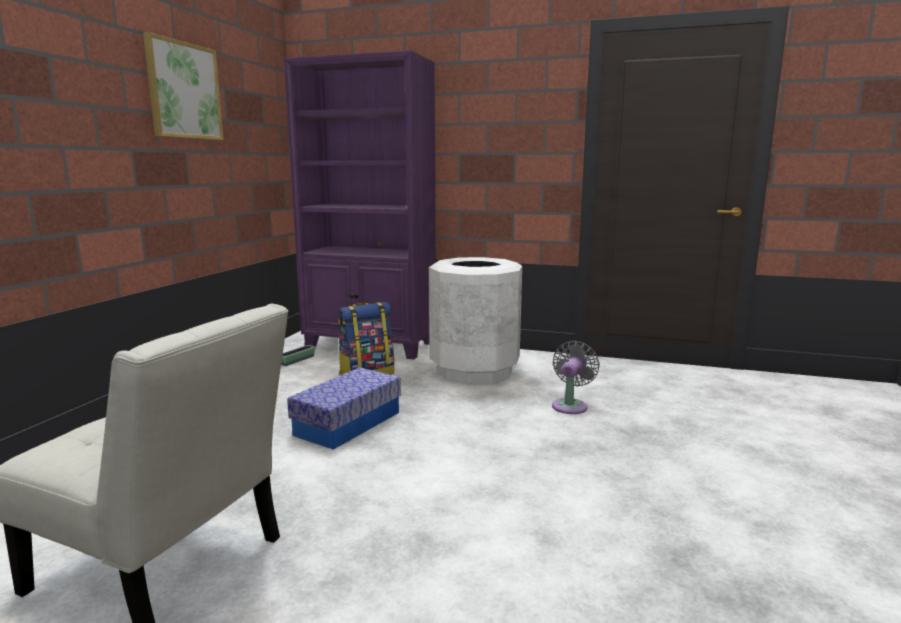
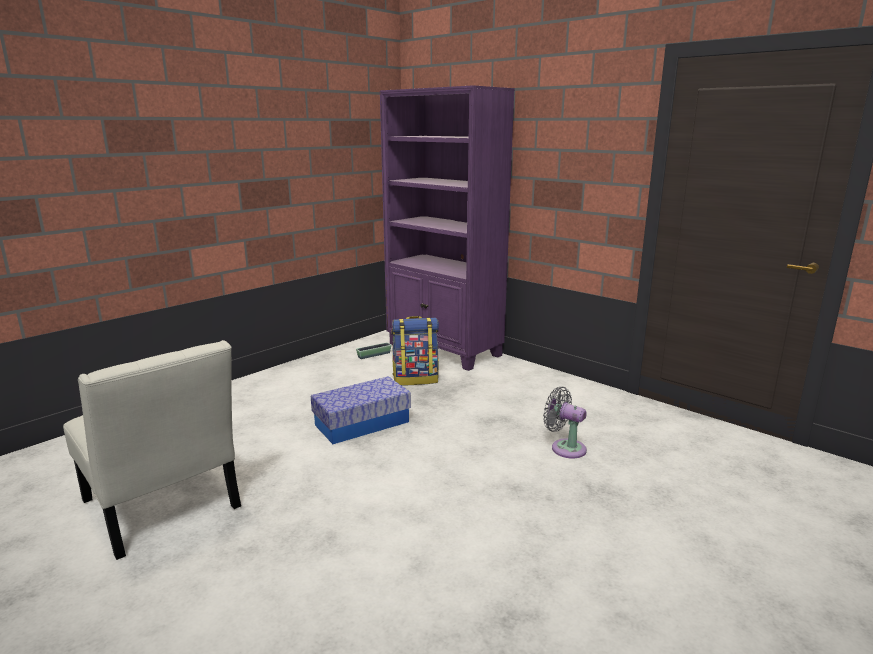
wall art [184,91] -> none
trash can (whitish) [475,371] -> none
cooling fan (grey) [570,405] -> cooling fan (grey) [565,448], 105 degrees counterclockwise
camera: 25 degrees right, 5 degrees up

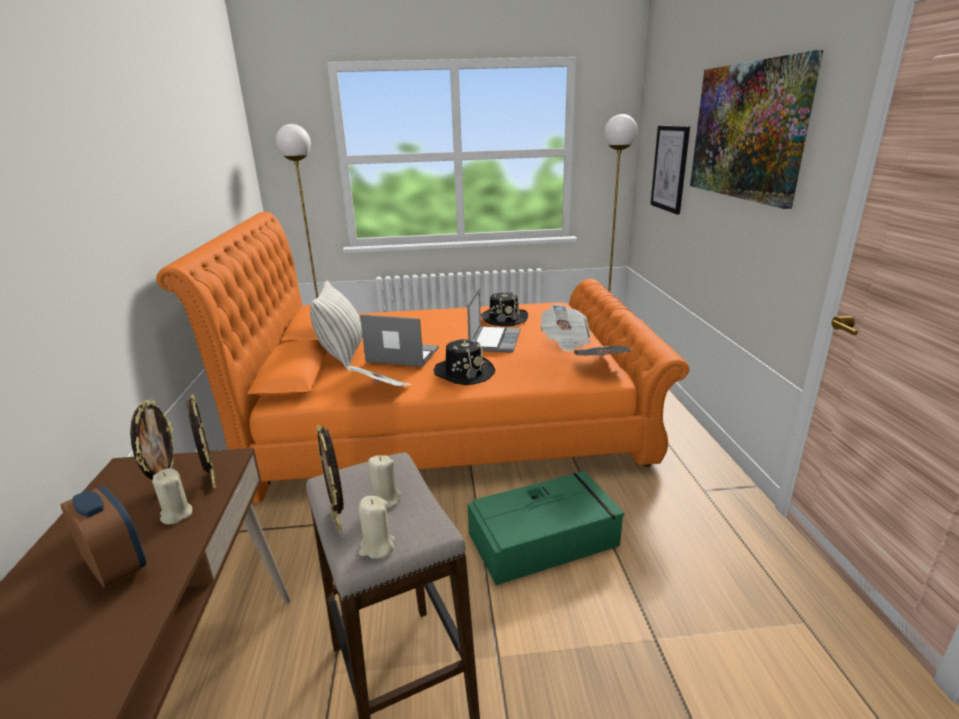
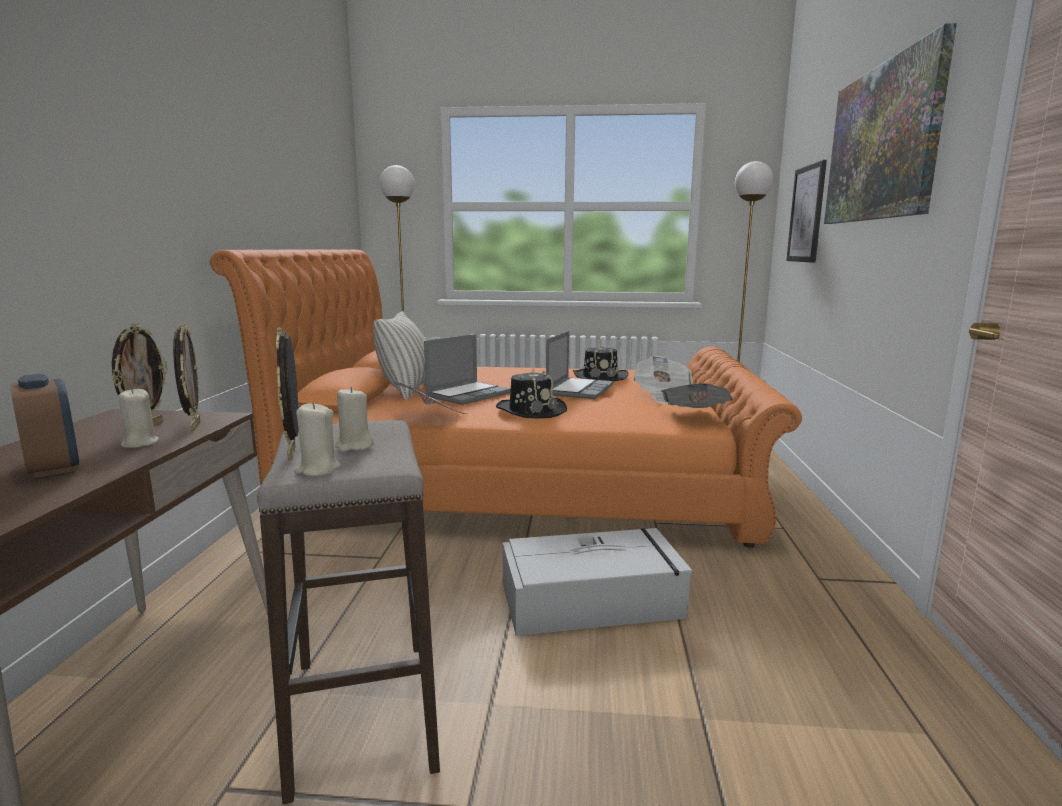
storage box (green) [545,538] -> storage box (grey) [593,600]
laptop [401,356] -> laptop [468,394], 105 degrees clockwise
camera: 10 degrees right, 10 degrees down

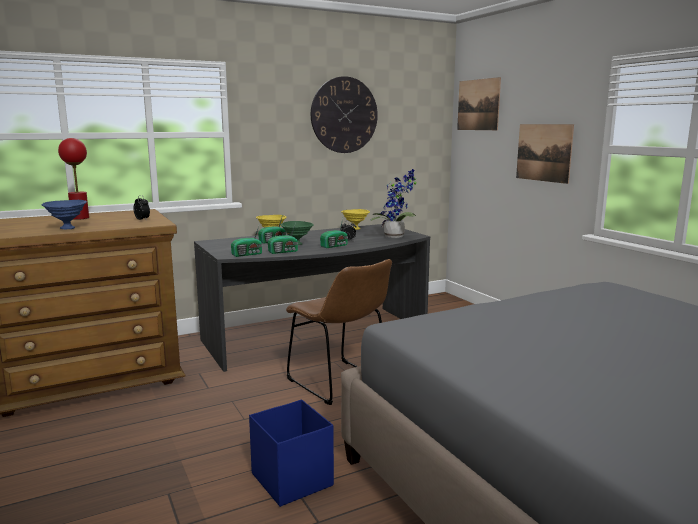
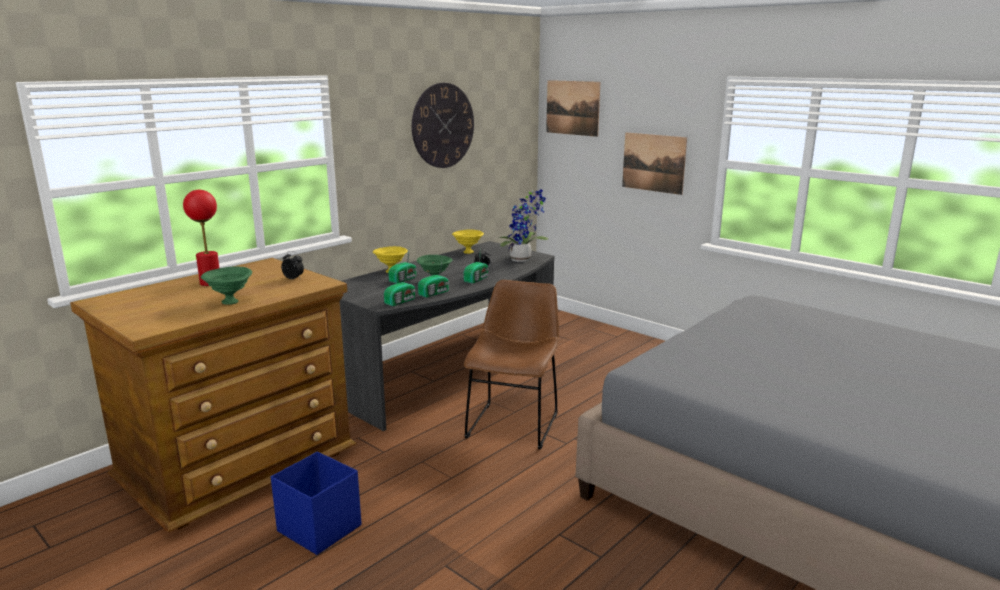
storage box (blue) [292,479] -> storage box (blue) [319,528], relocated
deep dish (blue) [68,228] -> deep dish (green) [231,302]
upright chair (brownish) [340,383] -> upright chair (brownish) [514,423], 105 degrees counterclockwise
camera: 20 degrees left, 5 degrees up

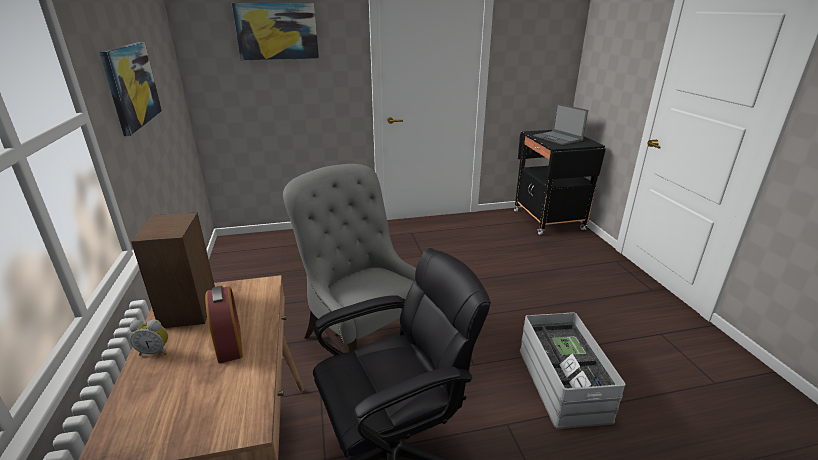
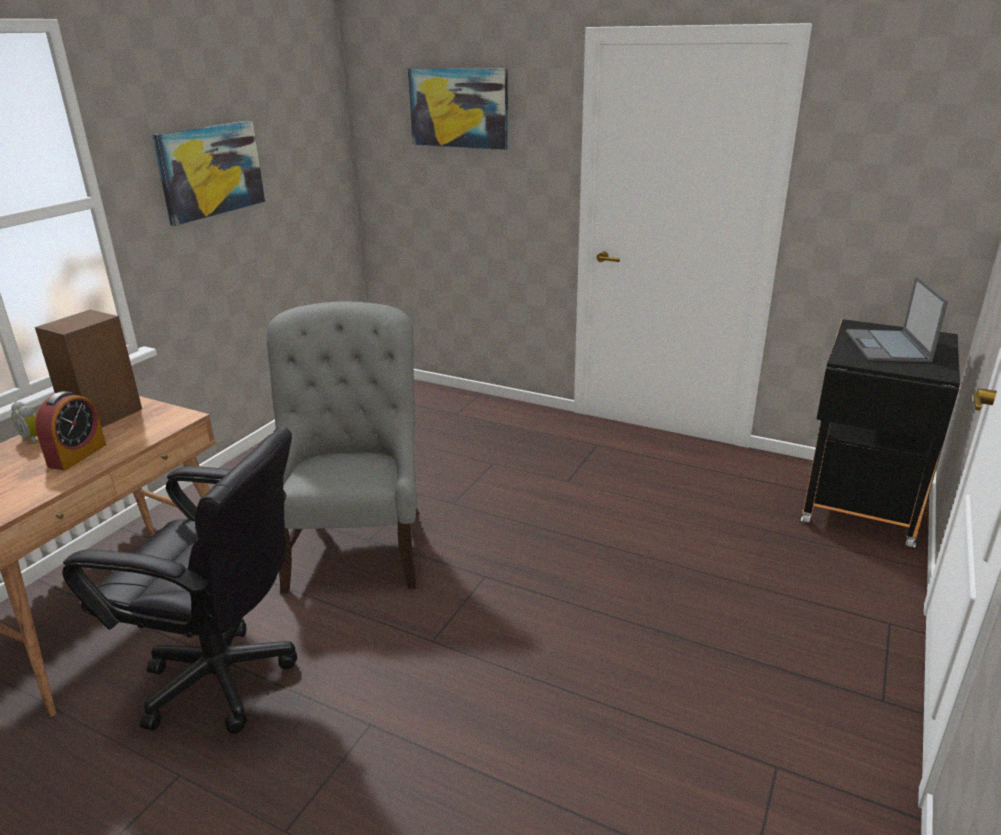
storage box (grey) [564,383] -> none
camera: 40 degrees right, 0 degrees up

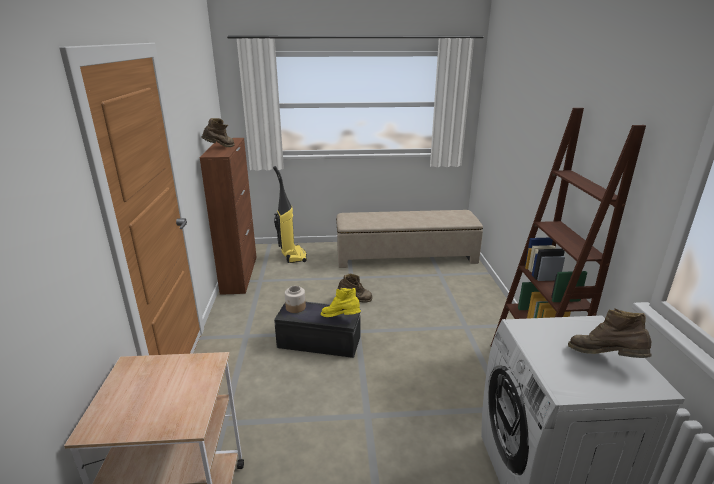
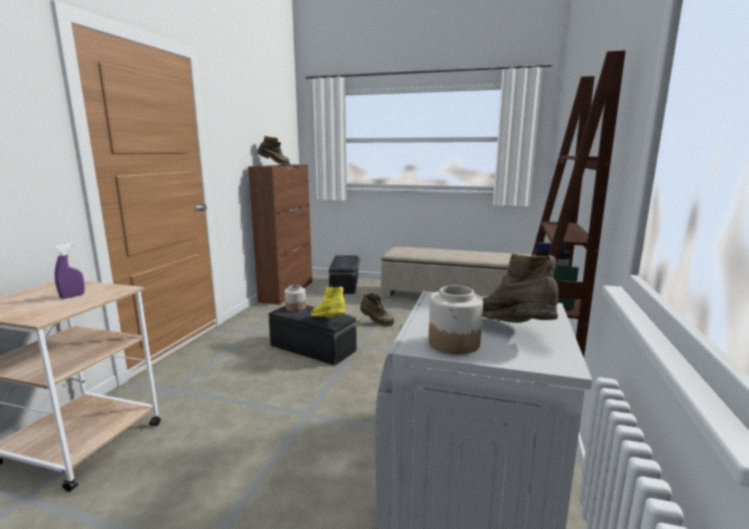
none -> hand sprayer (purple) [72,296]
none -> storage jar [454,343]
hoover [292,255] -> storage box (blackish) [345,285]
camera: 20 degrees right, 10 degrees down

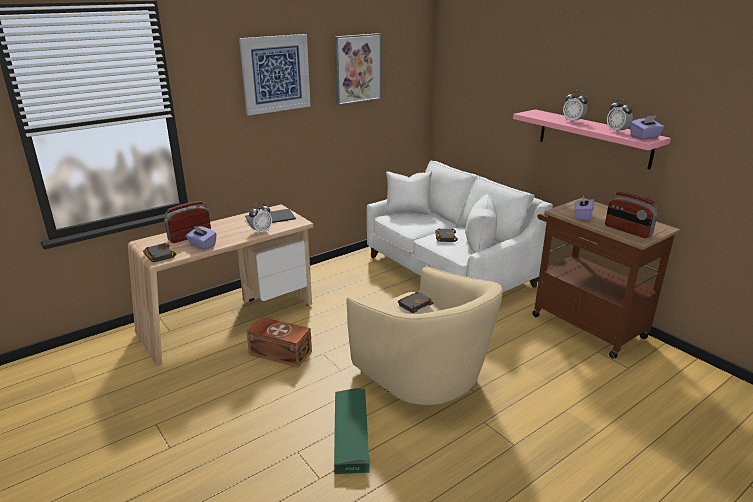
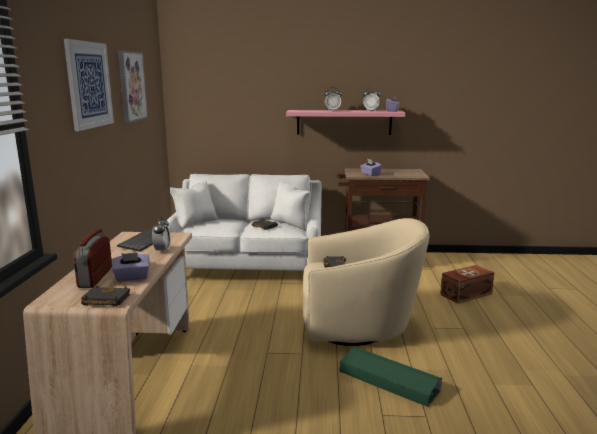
radio receiver [627,231] -> none
storage box (brownish) [280,352] -> storage box (brownish) [465,294], relocated
camera: 50 degrees left, 10 degrees down

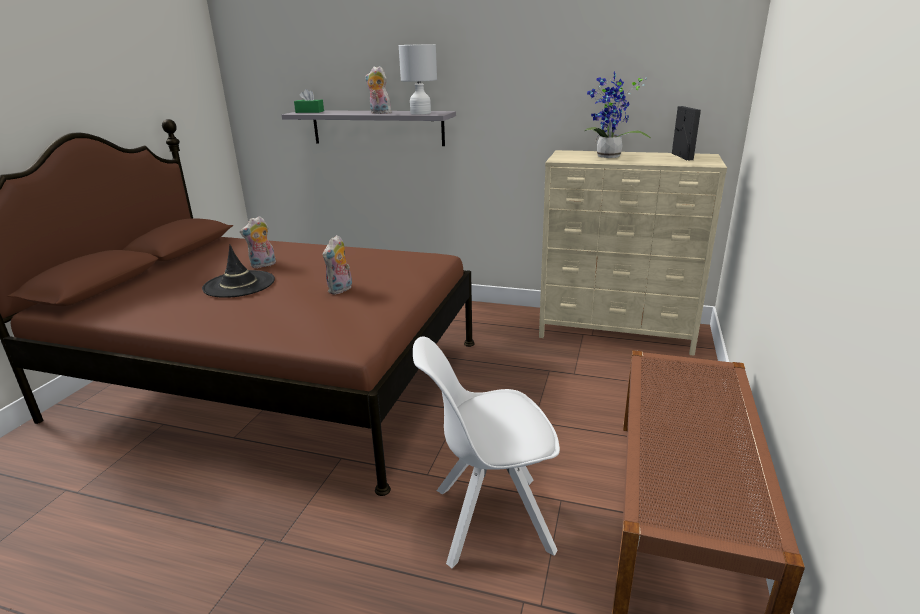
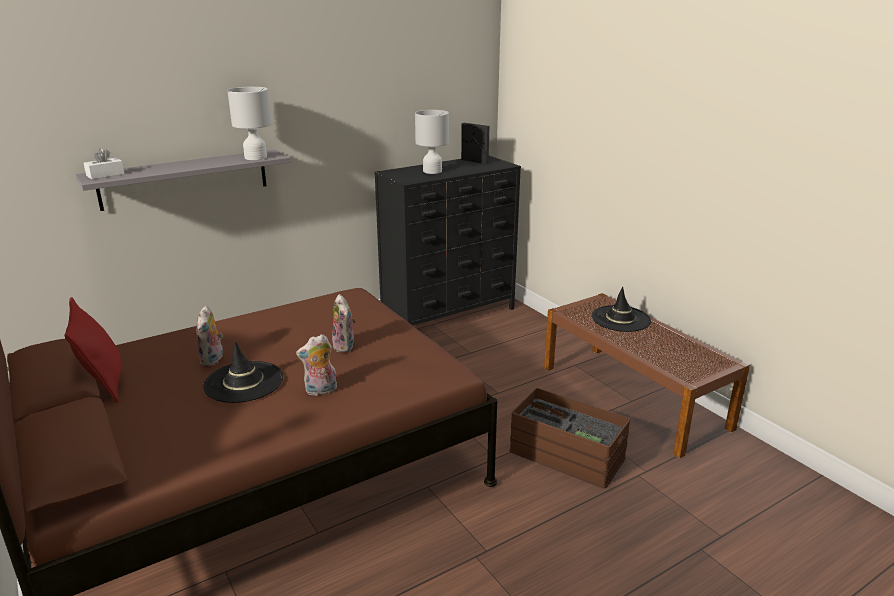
none -> cushion (red-coloured) [104,383]
none -> hat (blackish) [620,319]
cuddly toy [379,113] -> cuddly toy [320,391], relocated
upright chair (whitish) [490,519] -> storage box (brownish) [566,455]
houseplant [607,157] -> tabletop lamp (grey) [432,171]
tissue box (green) [309,112] -> tissue box (whitish) [105,175]
chest of drawers (sand-coloured) [616,331] -> chest of drawers (blackish) [448,313]
camera: 50 degrees left, 0 degrees up

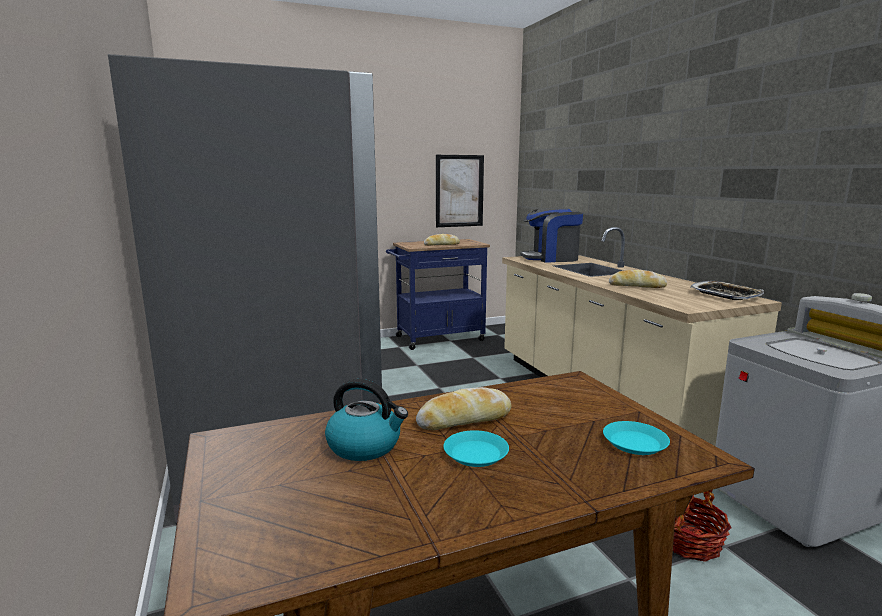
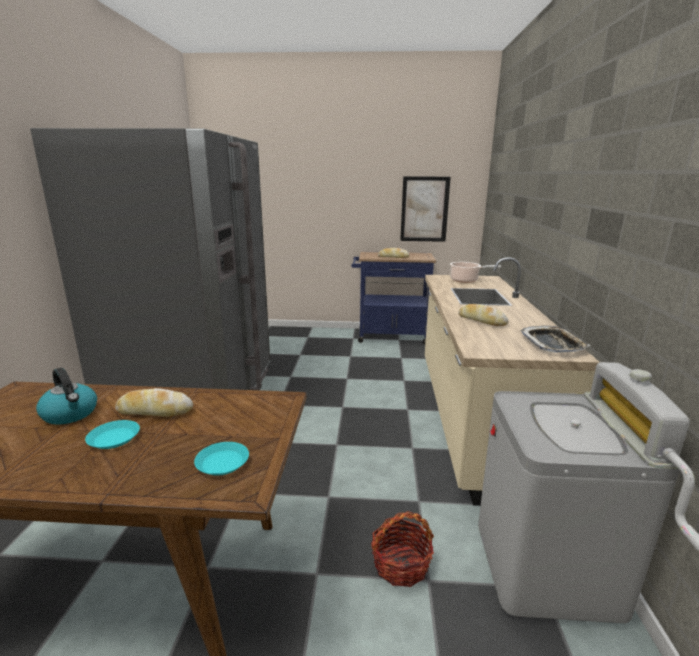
coffee maker [551,258] -> stockpot [466,280]
camera: 25 degrees right, 5 degrees up

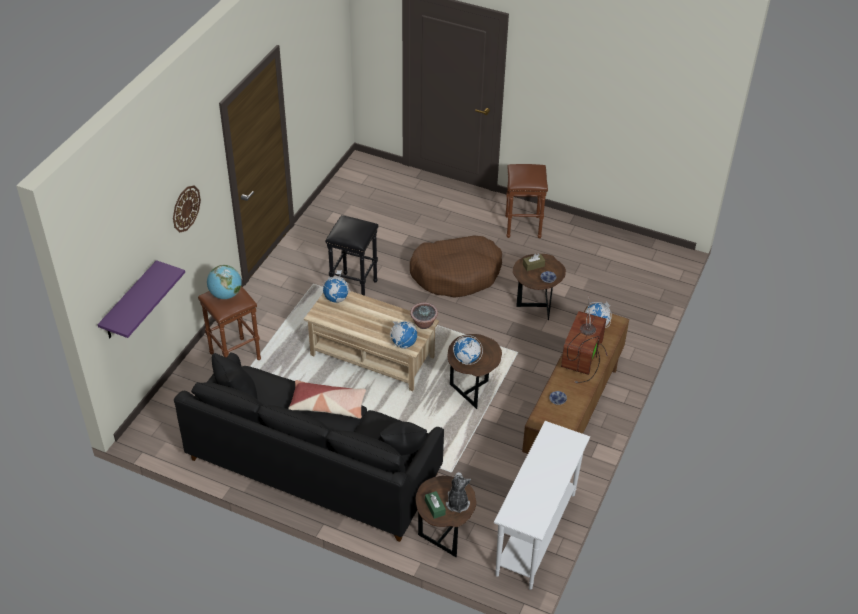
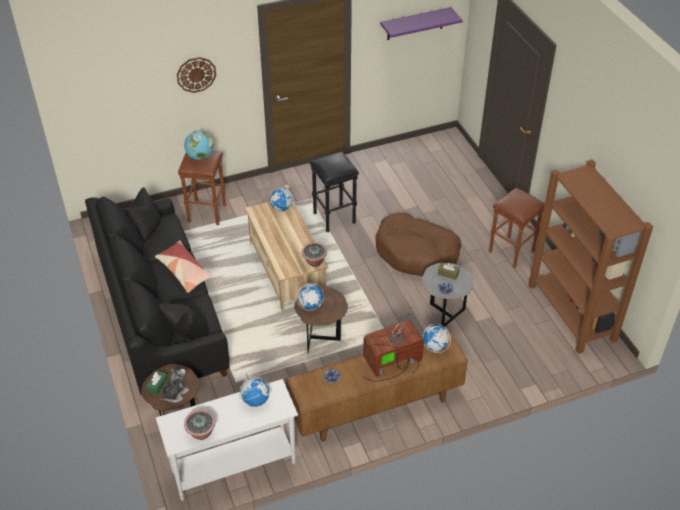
none -> houseplant [201,433]
none -> bookshelf (brownish) [571,312]
bracket shelf (purple) [129,301] -> bracket shelf (purple) [415,24], relocated
world globe [403,343] -> world globe [255,400], relocated
side table (brownish) [535,307] -> side table (grey) [443,314]
camera: 45 degrees right, 0 degrees up

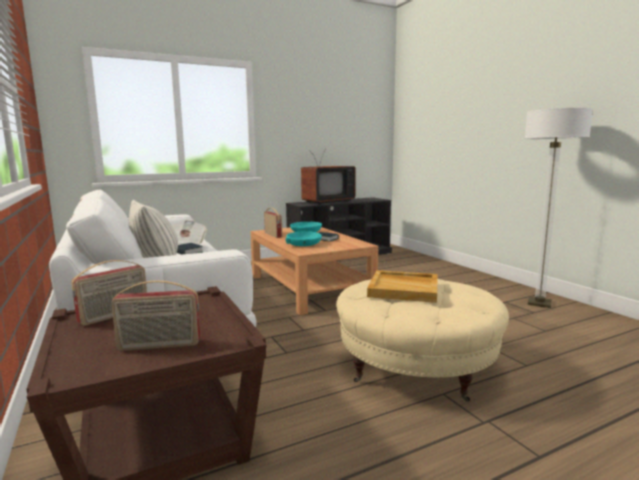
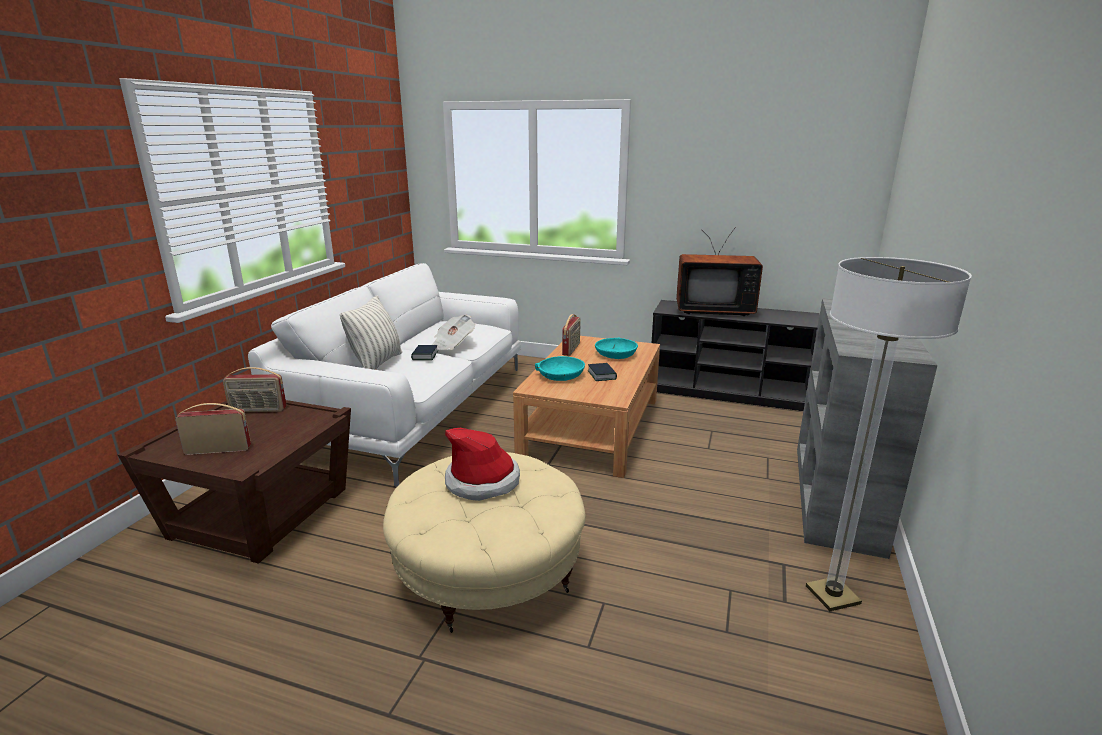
none -> bookshelf (grey) [838,496]
carrying tray (sand-coloured) [404,289] -> hat [483,481]
radio receiver [159,345] -> radio receiver [218,449], 135 degrees clockwise
camera: 45 degrees right, 10 degrees up

